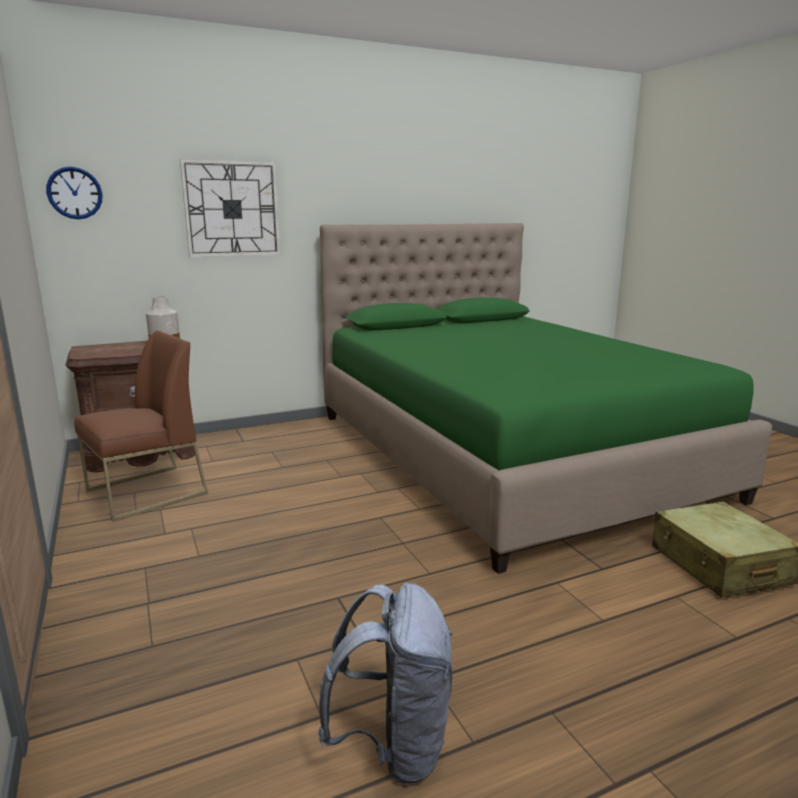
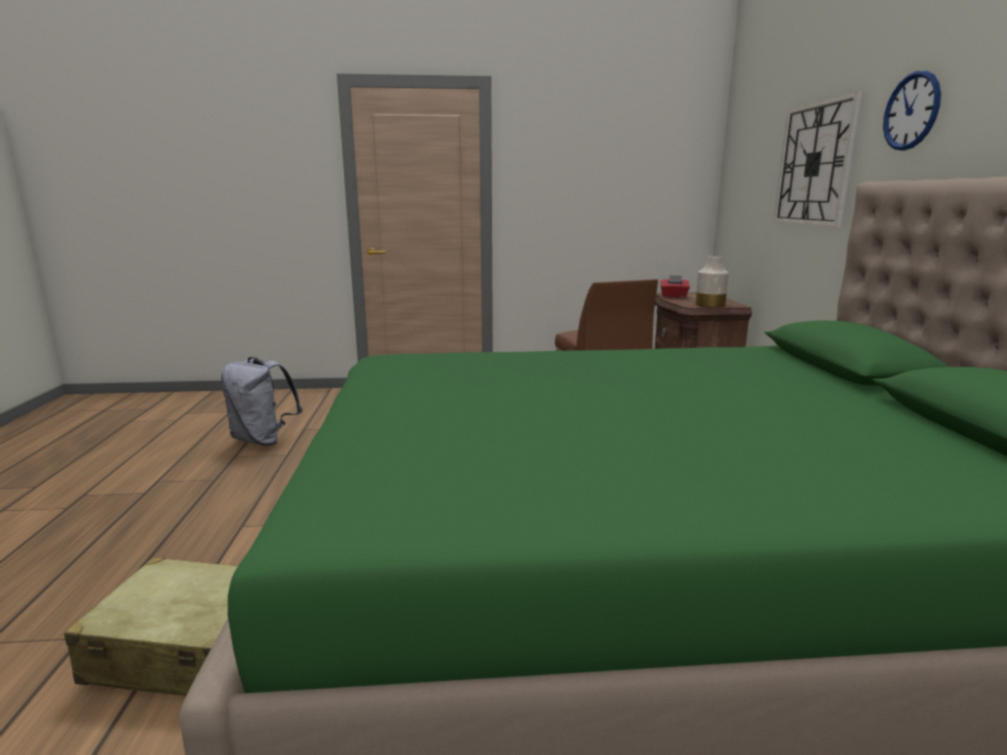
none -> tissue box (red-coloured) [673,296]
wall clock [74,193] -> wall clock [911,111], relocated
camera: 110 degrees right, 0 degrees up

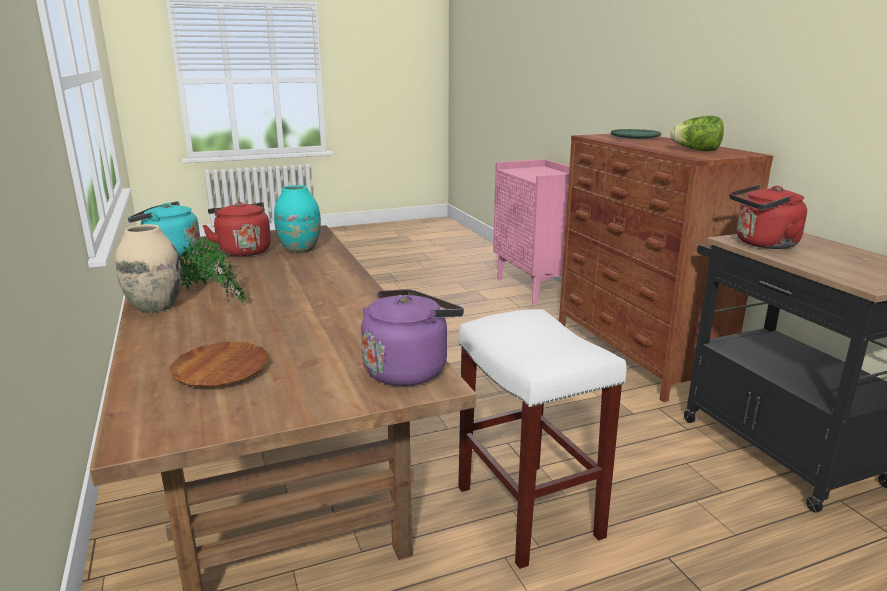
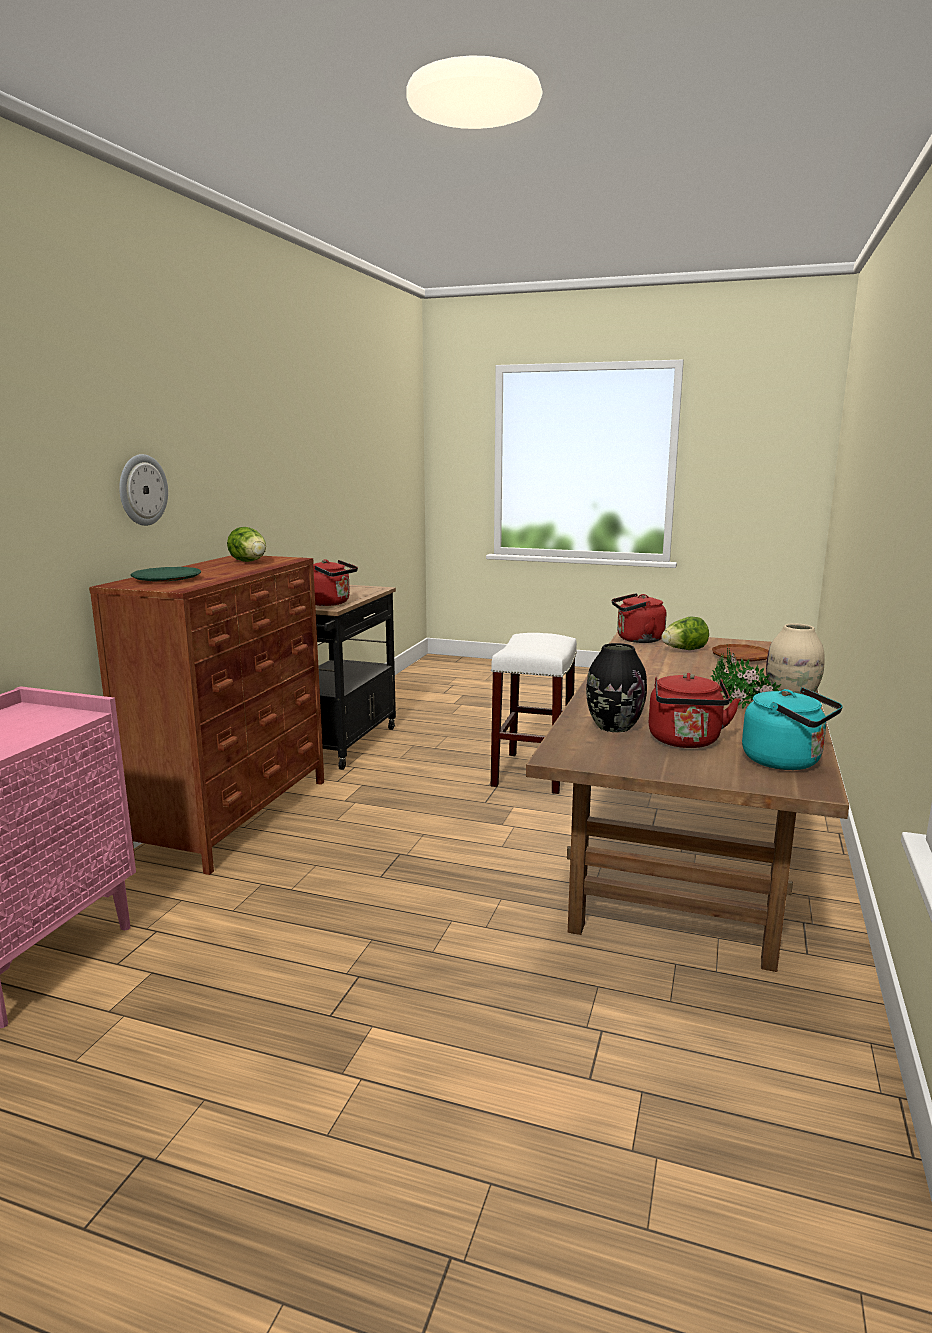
none -> wall clock [142,490]
none -> head of lettuce [684,650]
vase (turquoise-coloured) [300,249] -> vase (blackish) [614,726]
tea kettle (purple) [409,369] -> tea kettle (red-coloured) [637,640]
camera: 140 degrees left, 5 degrees down

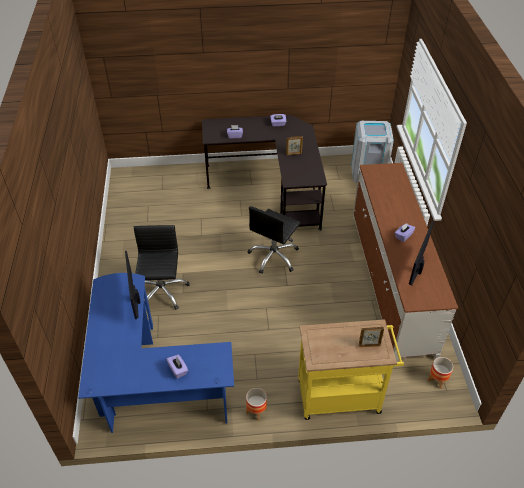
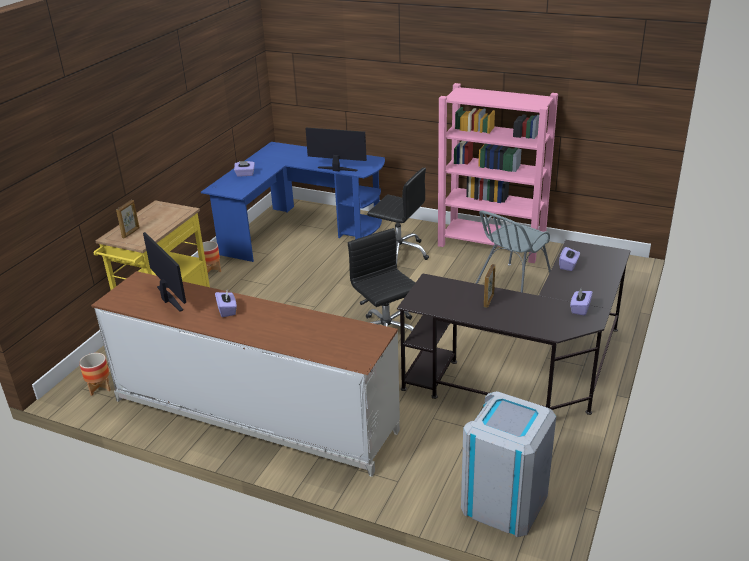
none -> bookshelf (pink-coloured) [491,244]
none -> upright chair (grey) [512,285]
camera: 120 degrees right, 15 degrees down

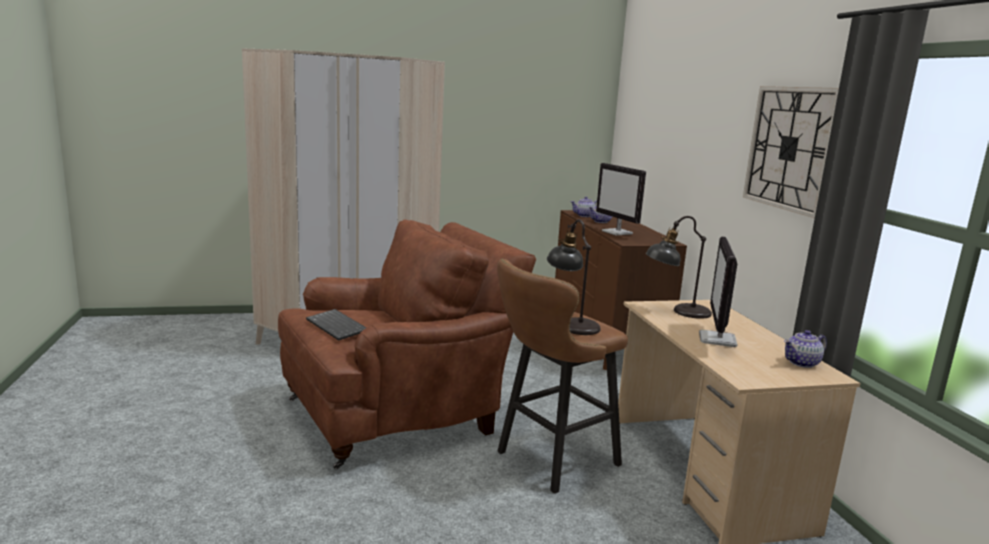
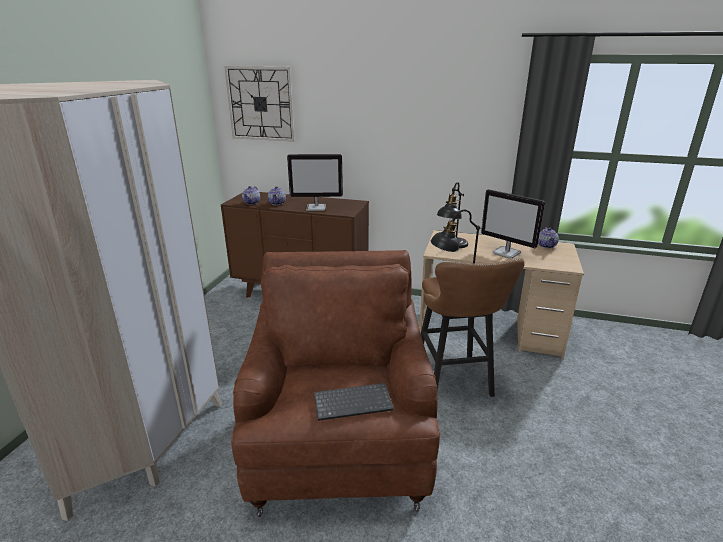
wall clock [790,148] -> wall clock [261,104], relocated
camera: 60 degrees left, 10 degrees up

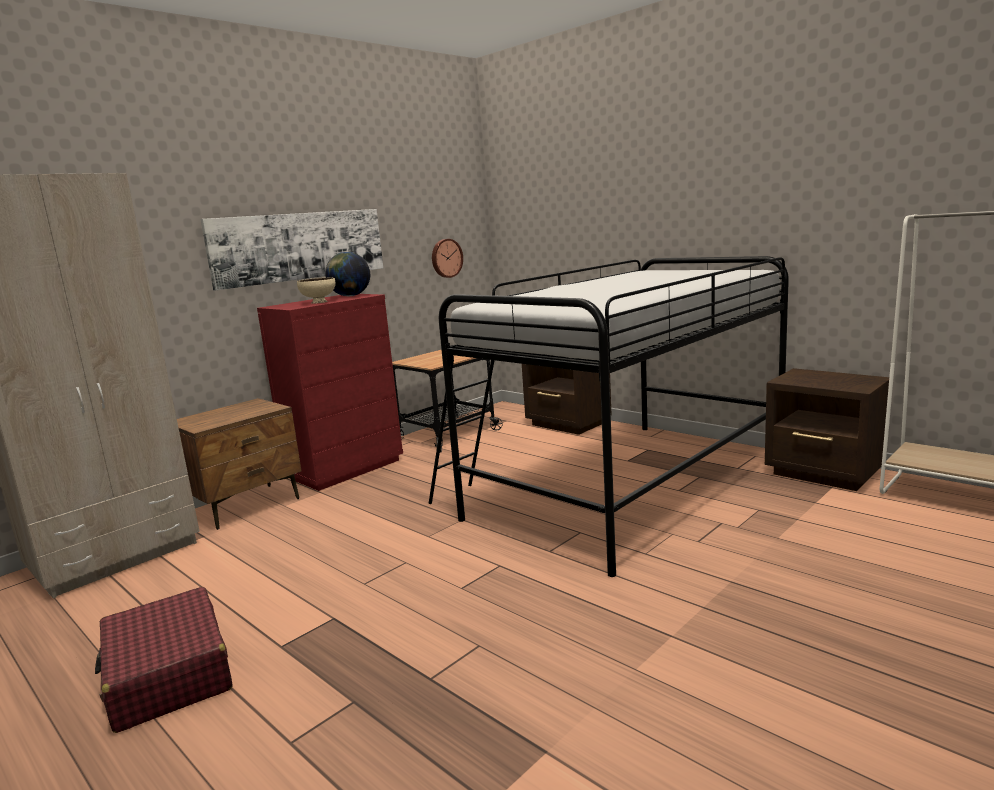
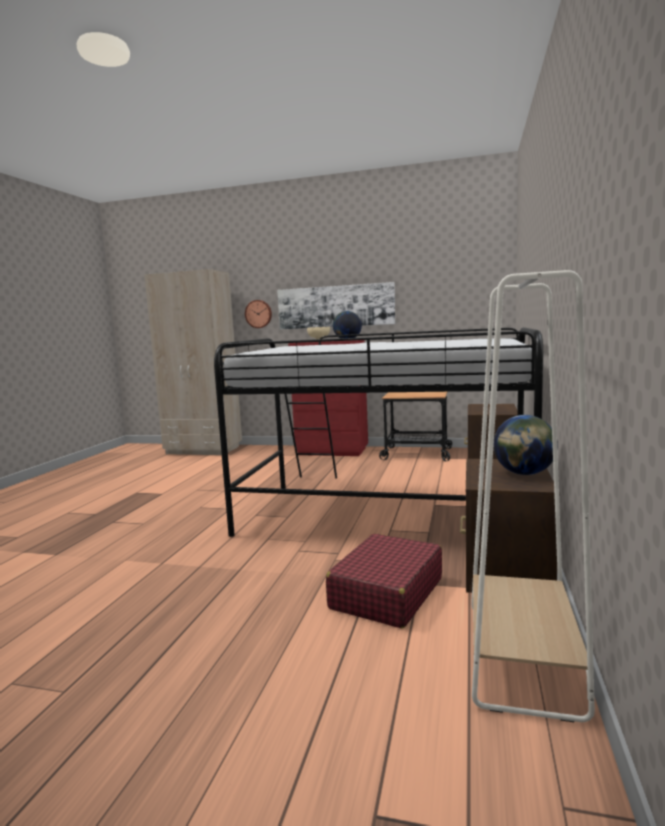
night table (brownish) [246,506] -> none
none -> world globe [524,473]
piece of luggage (red-coloured) [168,674] -> piece of luggage (red-coloured) [386,593], relocated
wall clock [446,258] -> wall clock [258,314], relocated
camera: 60 degrees right, 5 degrees down

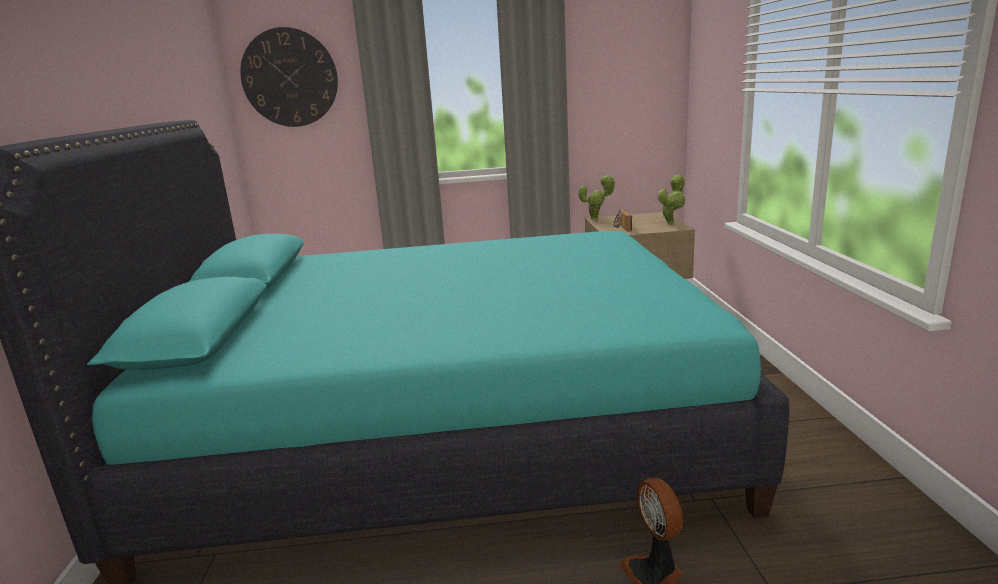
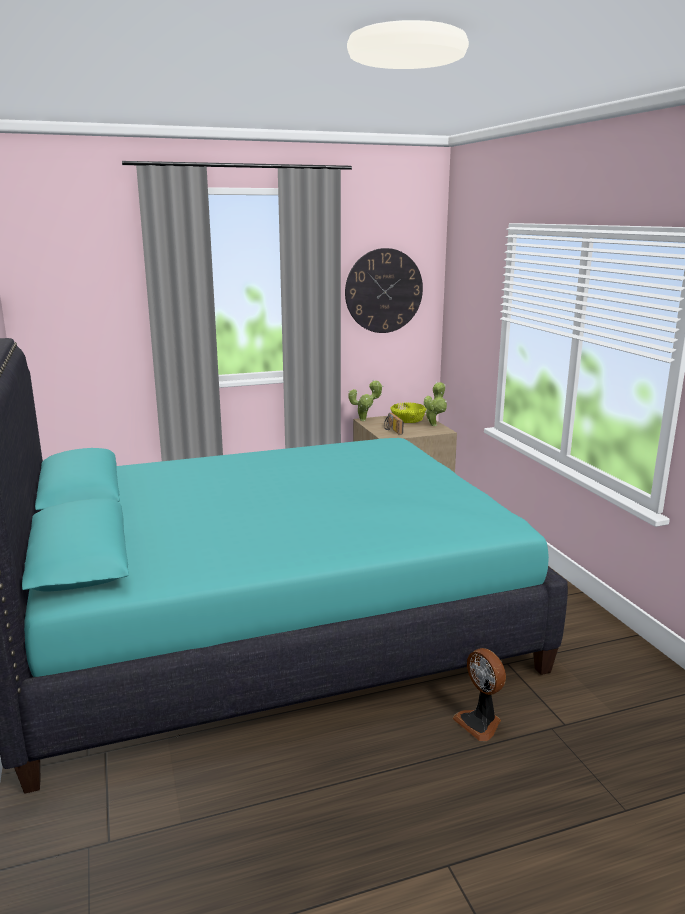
none -> deep dish (yellowish) [408,419]
wall clock [290,78] -> wall clock [383,291], relocated
camera: 15 degrees left, 0 degrees up

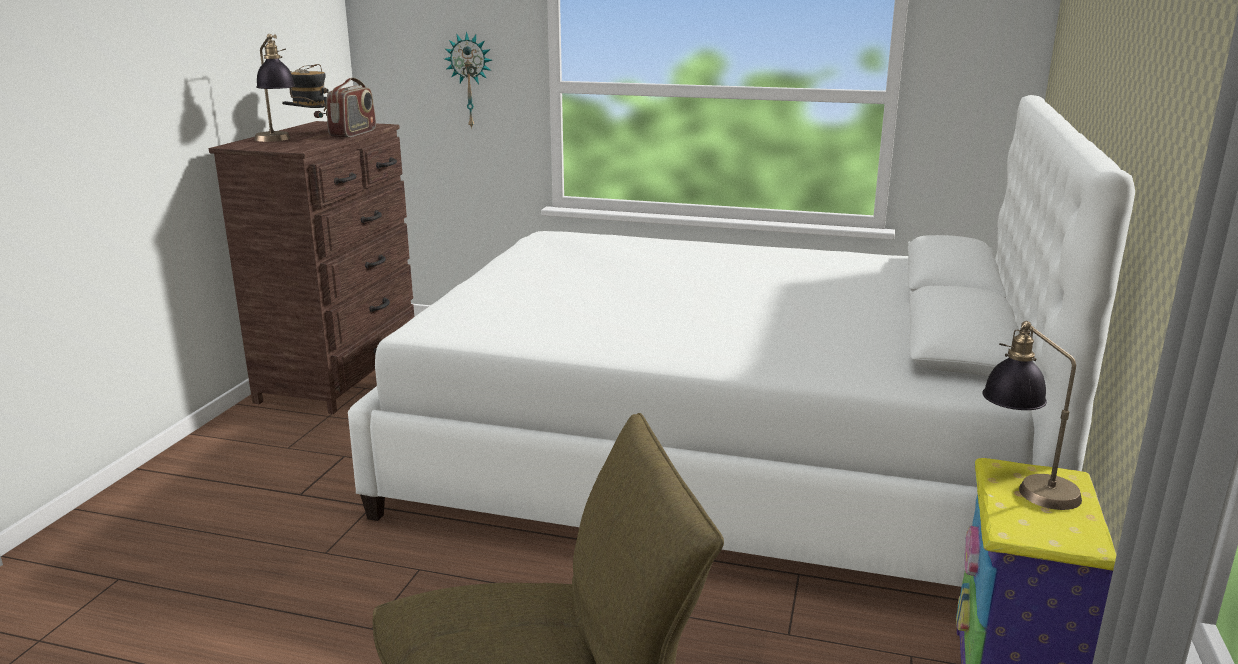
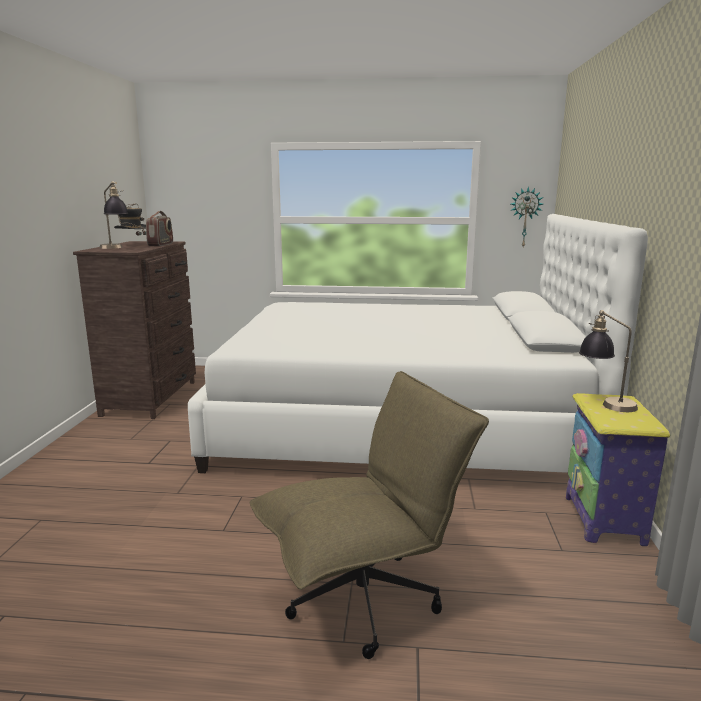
wall clock [470,80] -> wall clock [525,217], relocated
camera: 10 degrees left, 5 degrees down

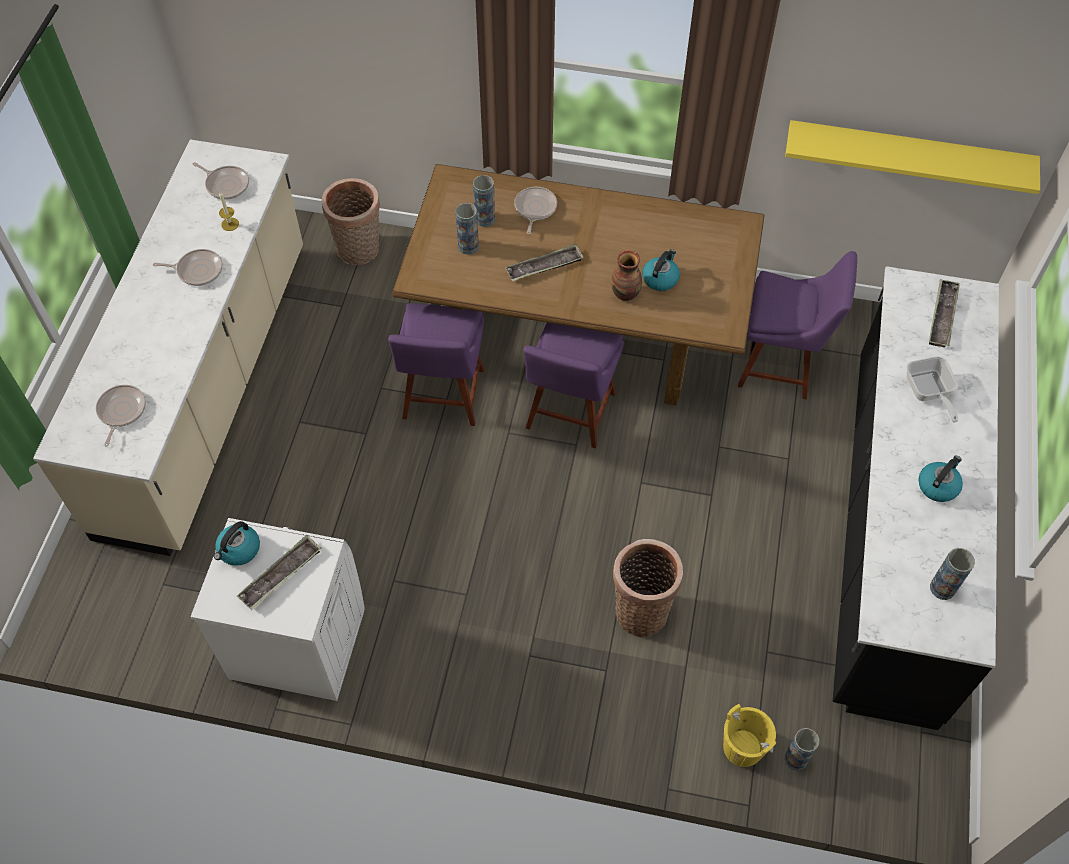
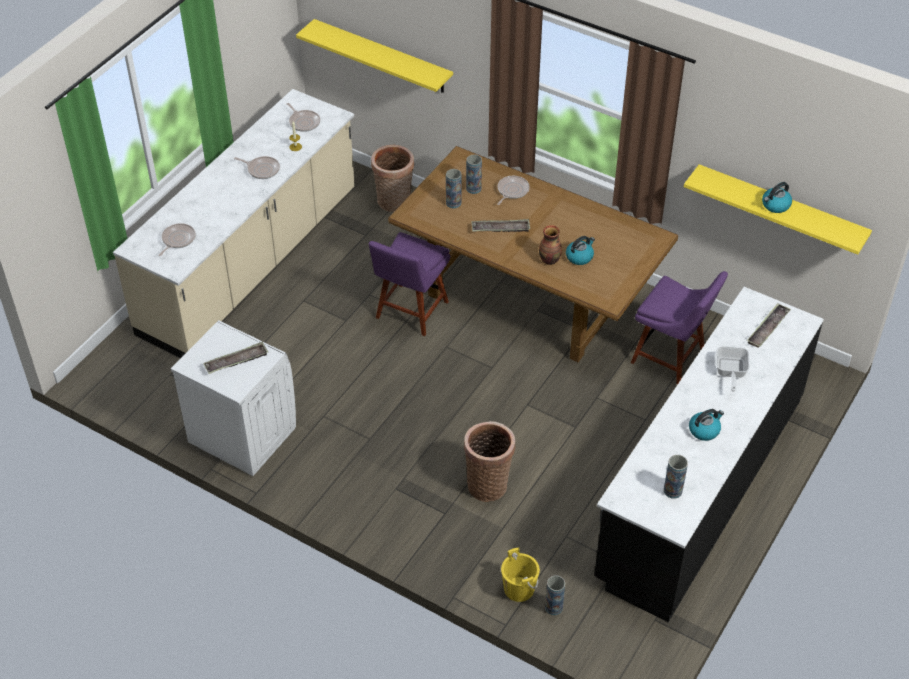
upright chair (purple) [569,414] -> none
none -> bracket shelf (yellowish) [382,56]
tea kettle [239,550] -> tea kettle [775,205], relocated
camera: 20 degrees right, 10 degrees down

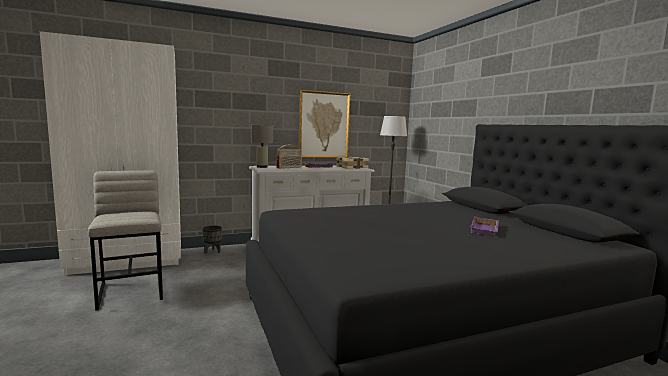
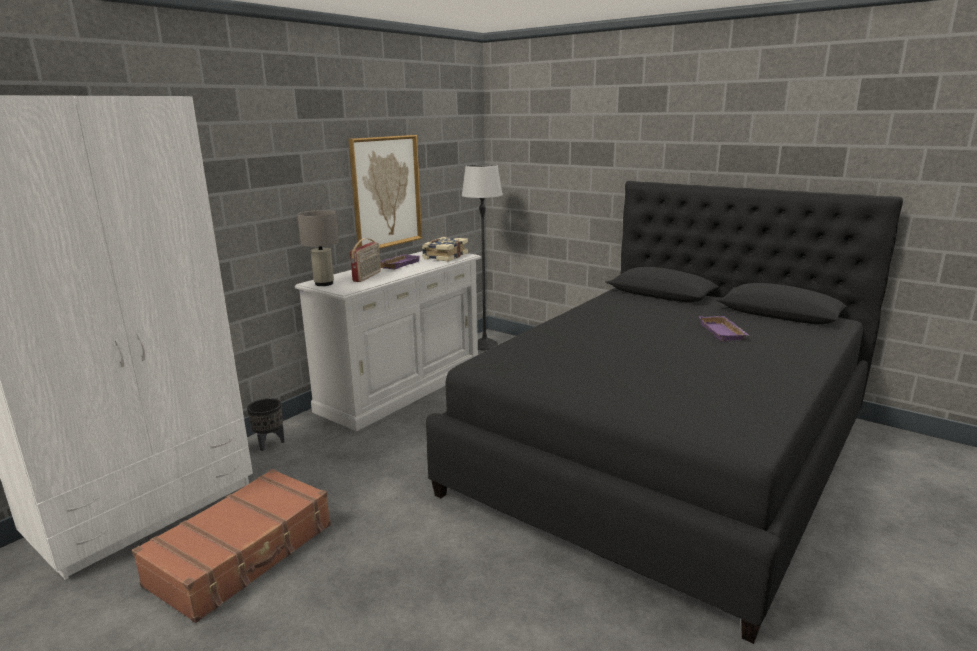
upright chair (grey) [131,290] -> piece of luggage (brownish) [243,554]
camera: 30 degrees left, 10 degrees up

